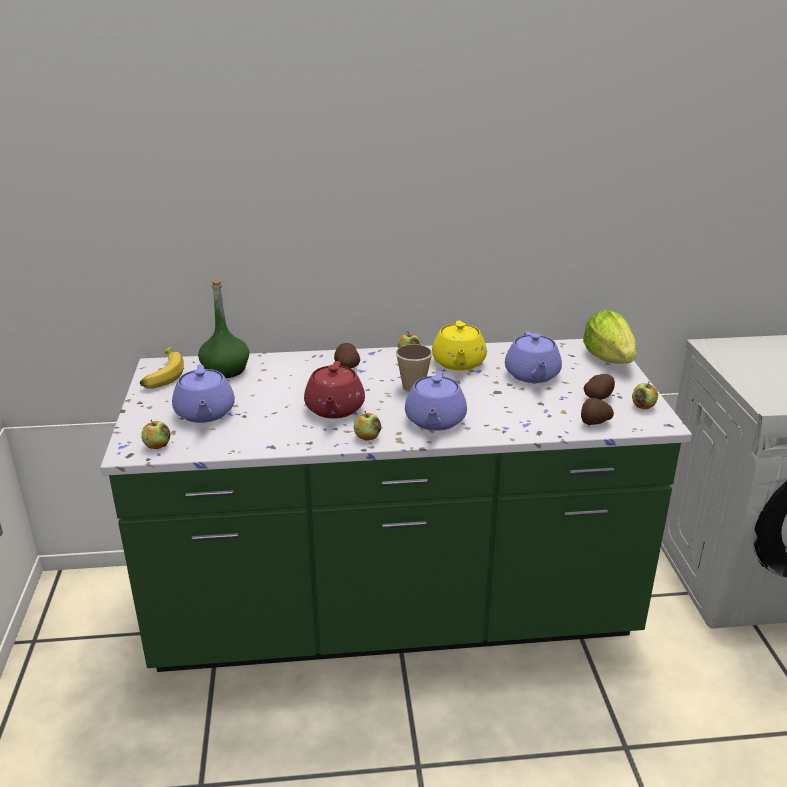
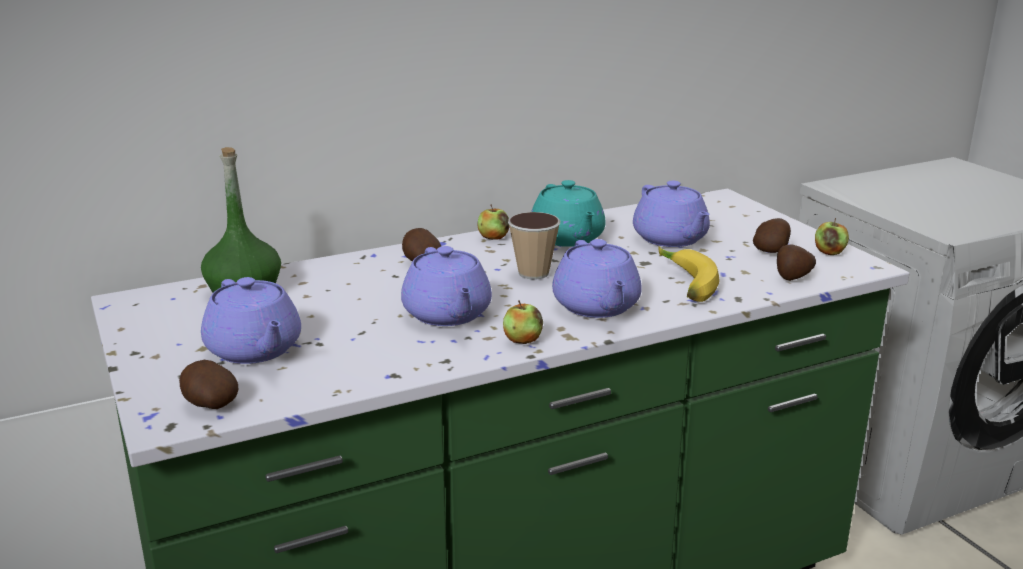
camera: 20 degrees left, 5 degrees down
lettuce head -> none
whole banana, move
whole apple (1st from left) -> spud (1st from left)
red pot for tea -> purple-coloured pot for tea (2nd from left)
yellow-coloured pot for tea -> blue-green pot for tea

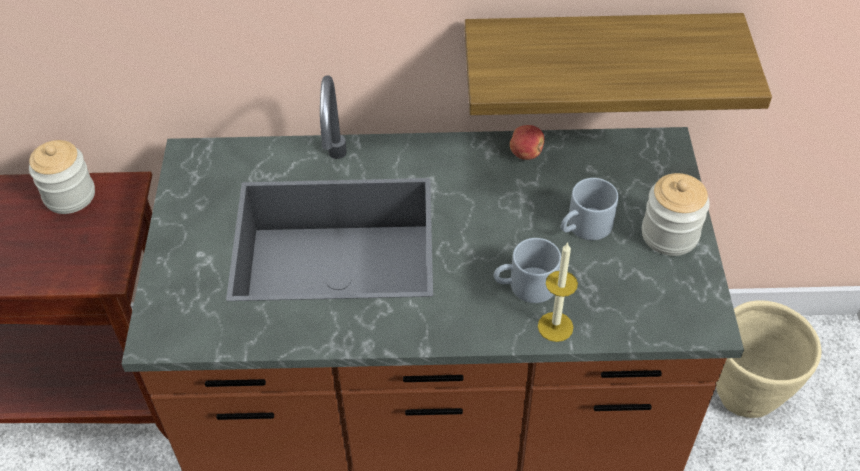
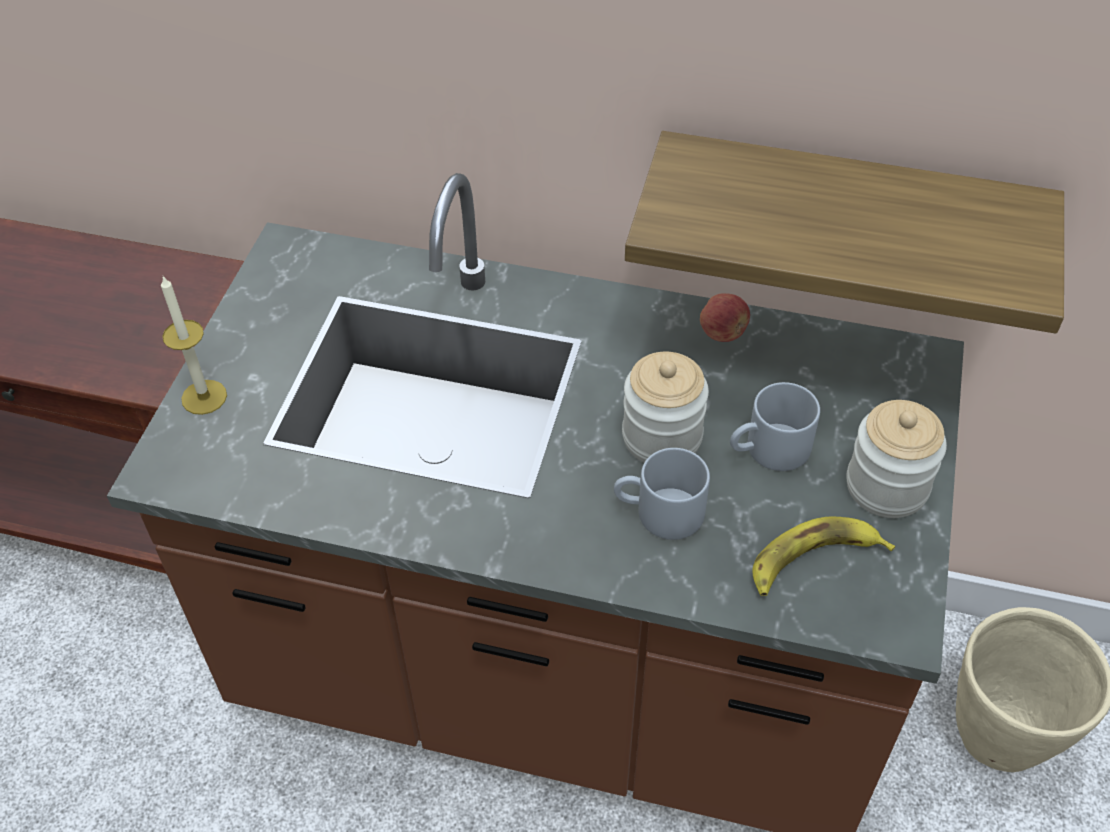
camera: 15 degrees right, 0 degrees up
none -> whole banana
jar (1st from left), move
wax candle, move

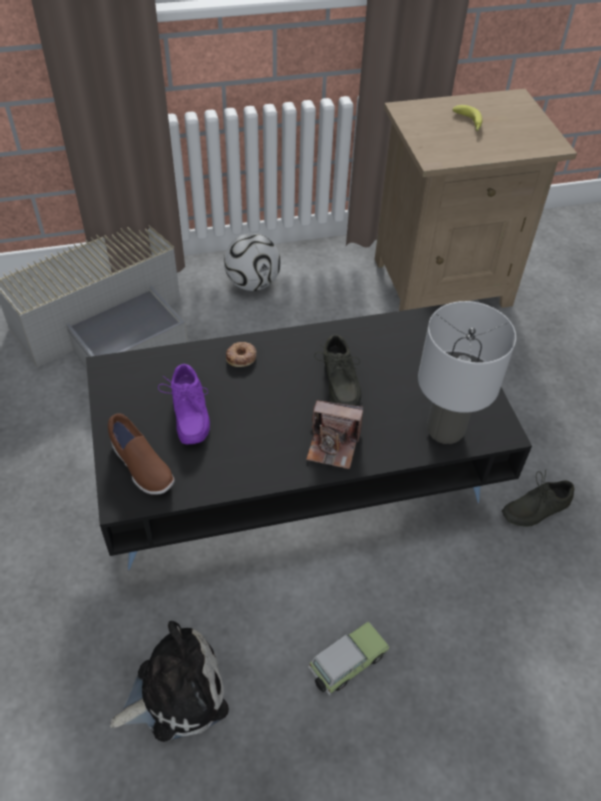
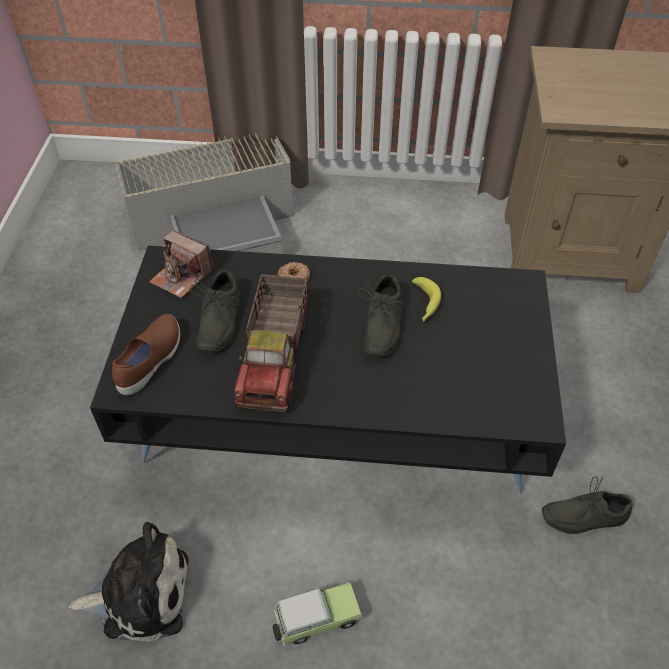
camera: 20 degrees right, 0 degrees up
ball for football -> none
whitish lamp for a table -> none
none -> toy truck
still camera, move
whole banana, move
purple-coloured item of footwear -> grey item of footwear (1st from left)
brown item of footwear, 135 degrees counterclockwise

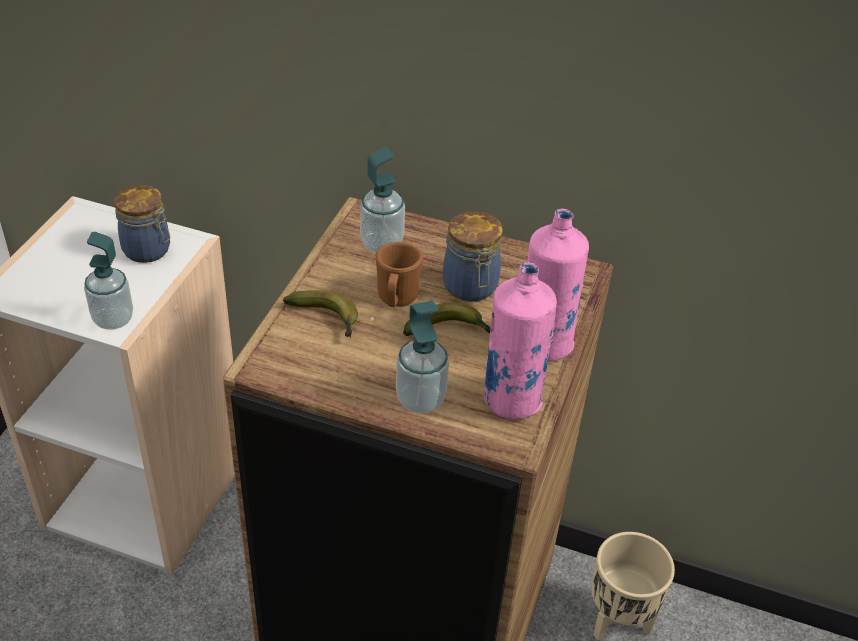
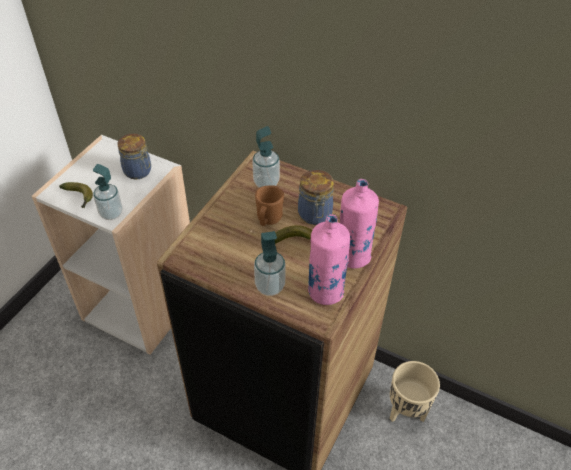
camera: 10 degrees right, 5 degrees up
whole banana (1st from left), move

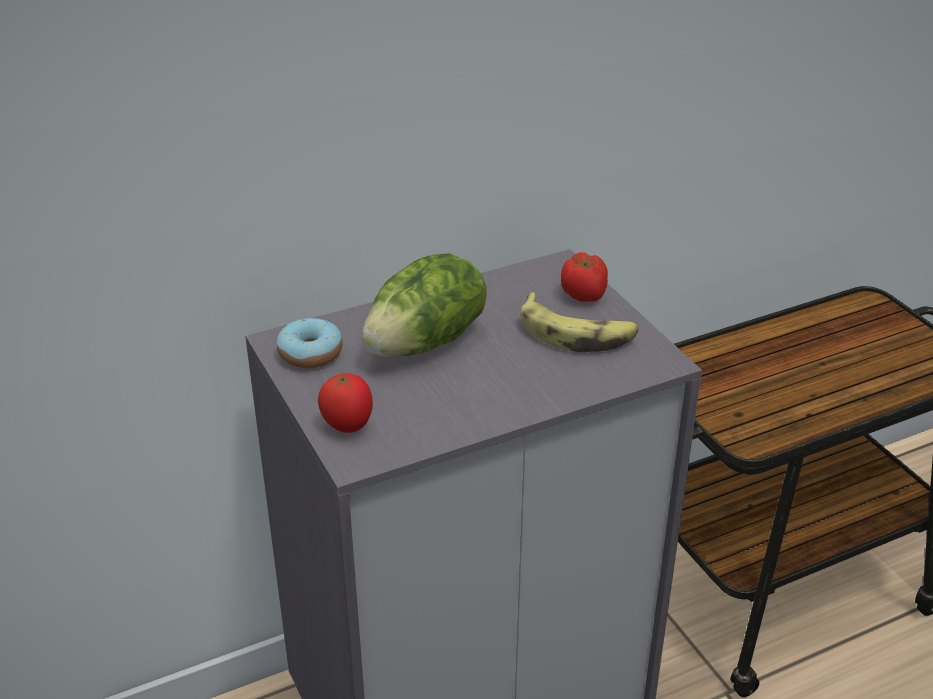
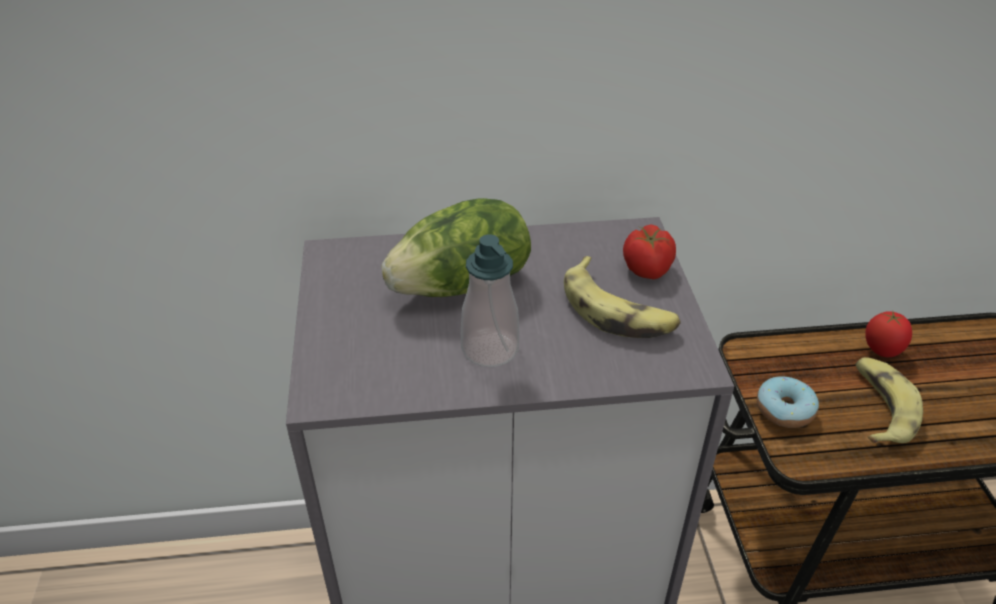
camera: 20 degrees right, 5 degrees up
none -> liquid soap bottle
none -> whole banana (2nd from left)
doughnut, move
fresh tomato (1st from left in the first image) -> fresh tomato (2nd from left), move

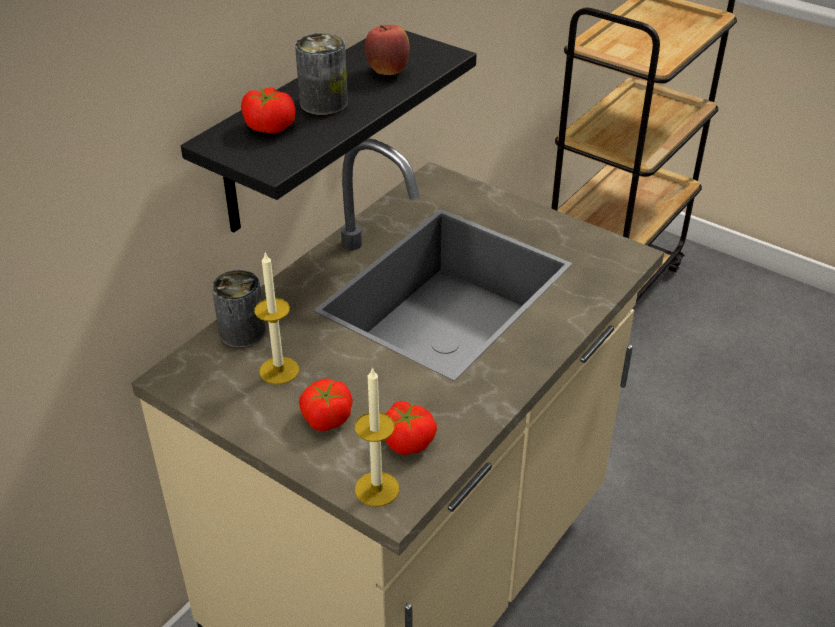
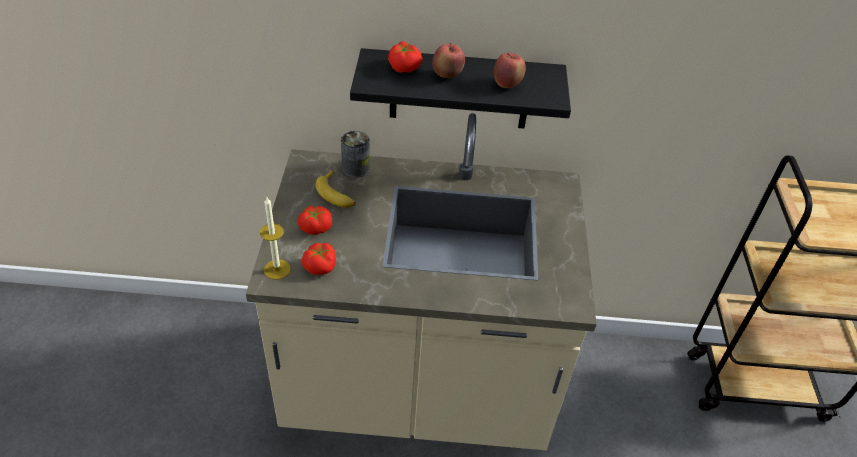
camera: 55 degrees right, 5 degrees up
wax candle (1st from left) -> whole banana
metal can (2nd from left) -> whole apple (1st from left)

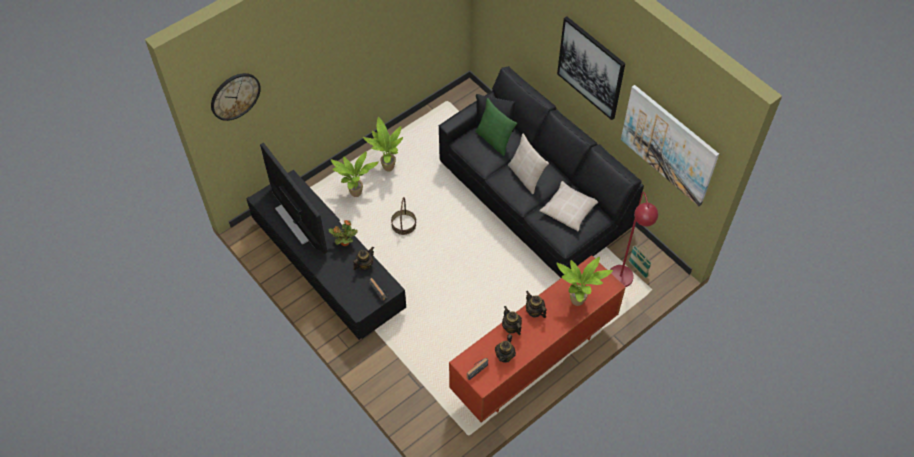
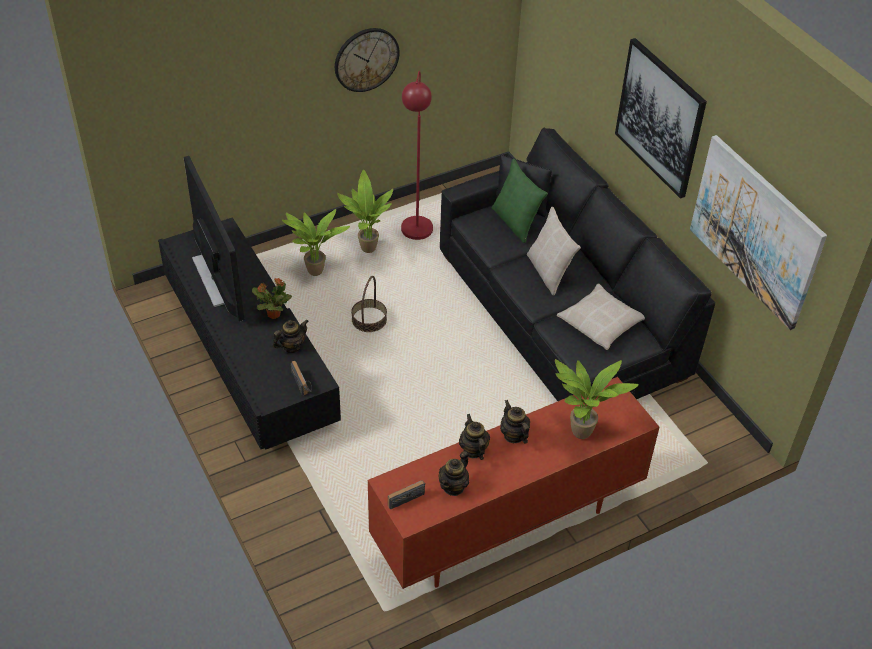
camera: 10 degrees right, 10 degrees down
basket (2nd from left) -> none
wall clock, move
red floor lamp, move

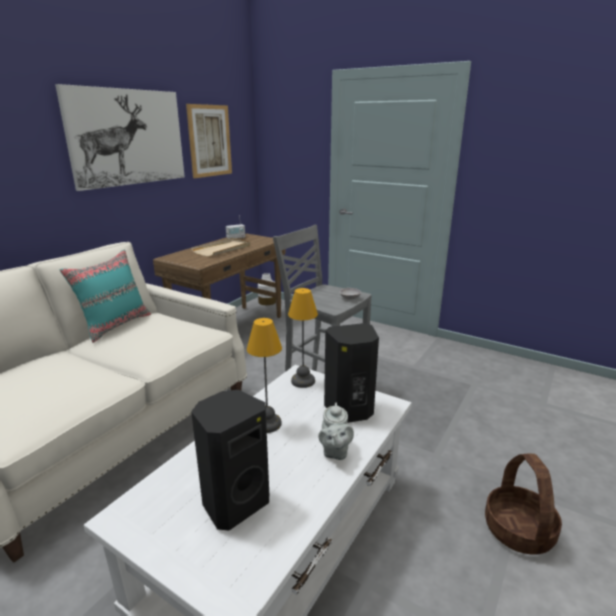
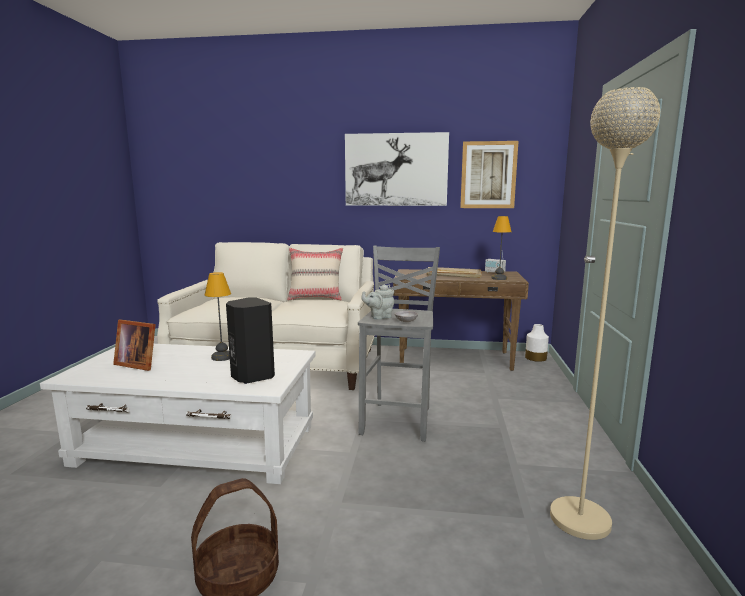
camera: 65 degrees right, 10 degrees down
none -> sand-coloured floor lamp
lamp for a table (2nd from left), move
grey pot for tea, move
blackish speaker (1st from left) -> picture frame
blue-green cushion -> sand-coloured cushion

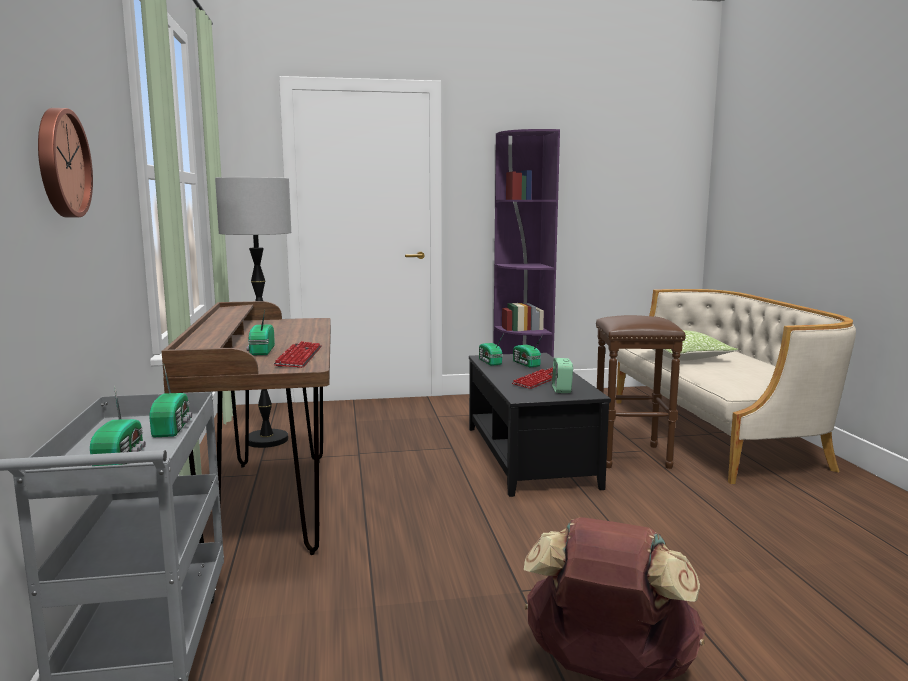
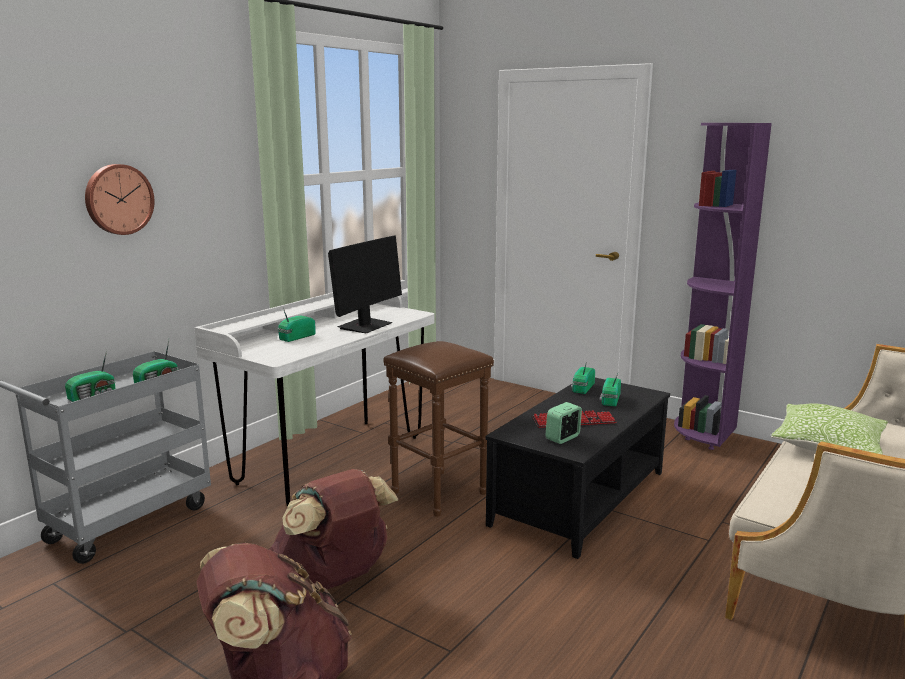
camera: 45 degrees right, 5 degrees up
floor lamp -> none
PC keyboard (1st from left) -> none
none -> brown rucksack (2nd from left)
none -> monitor
brown sitting stool, move
brown desk -> whitish desk

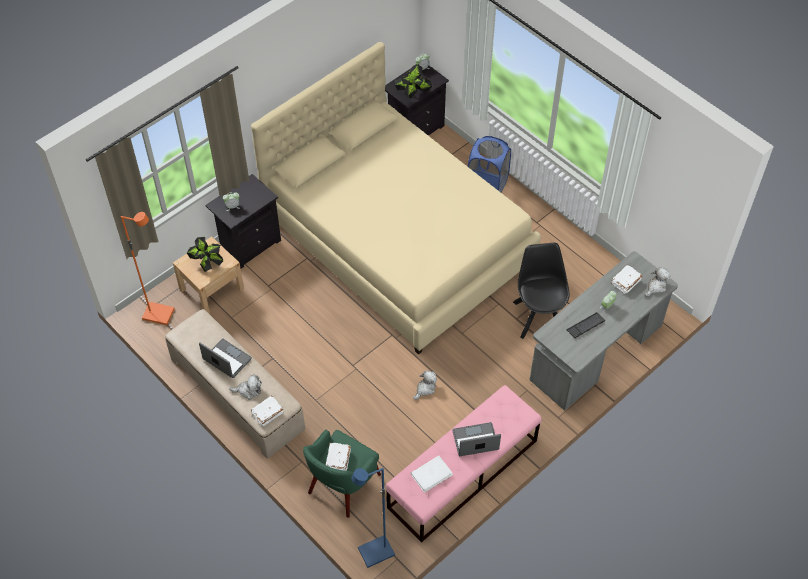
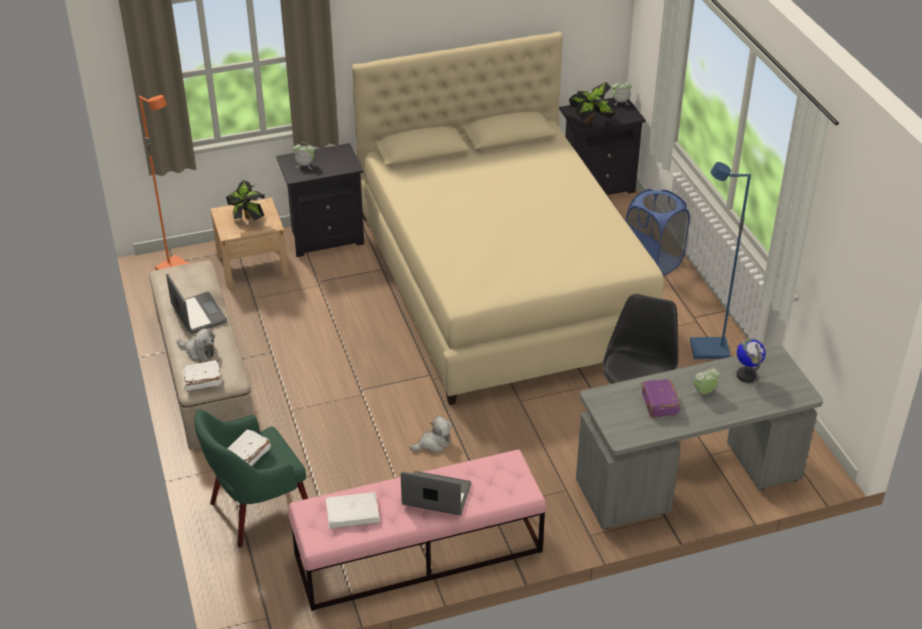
camera: 25 degrees right, 15 degrees down
cuddly toy (3rd from left) -> none
blue floor lamp, move
PC keyboard -> purple-coloured volume
whitish volume (4th from left) -> world globe

